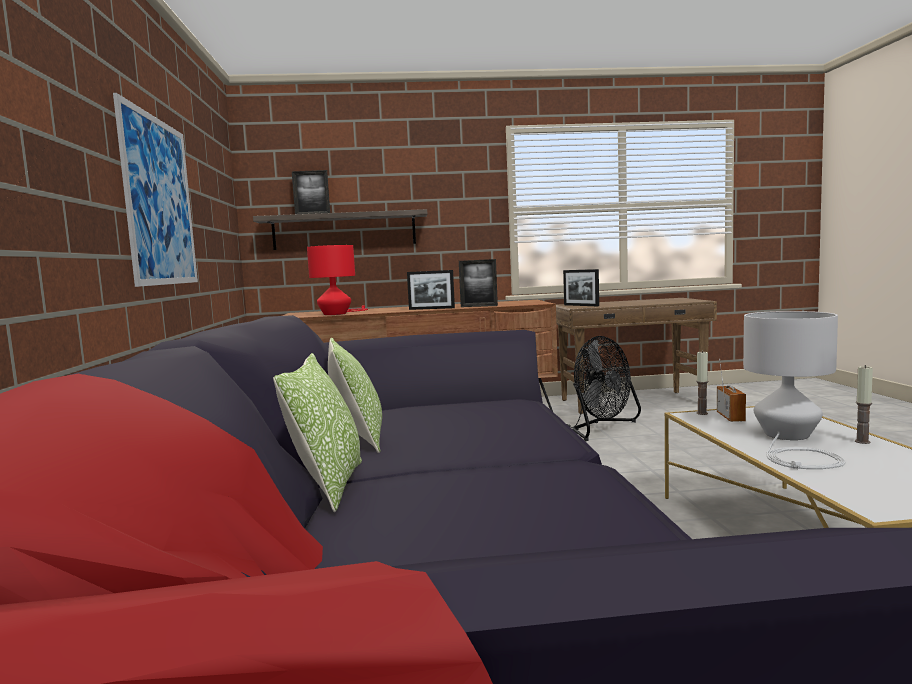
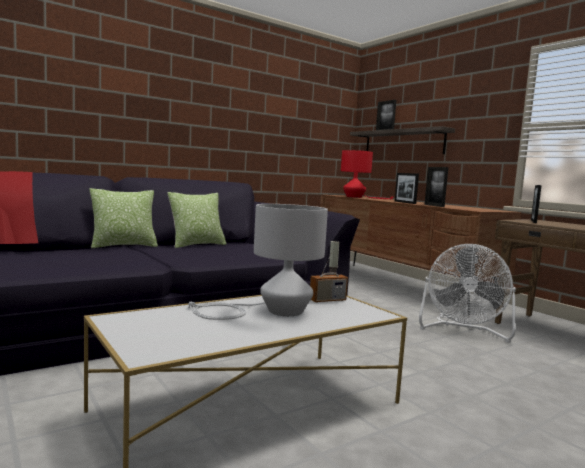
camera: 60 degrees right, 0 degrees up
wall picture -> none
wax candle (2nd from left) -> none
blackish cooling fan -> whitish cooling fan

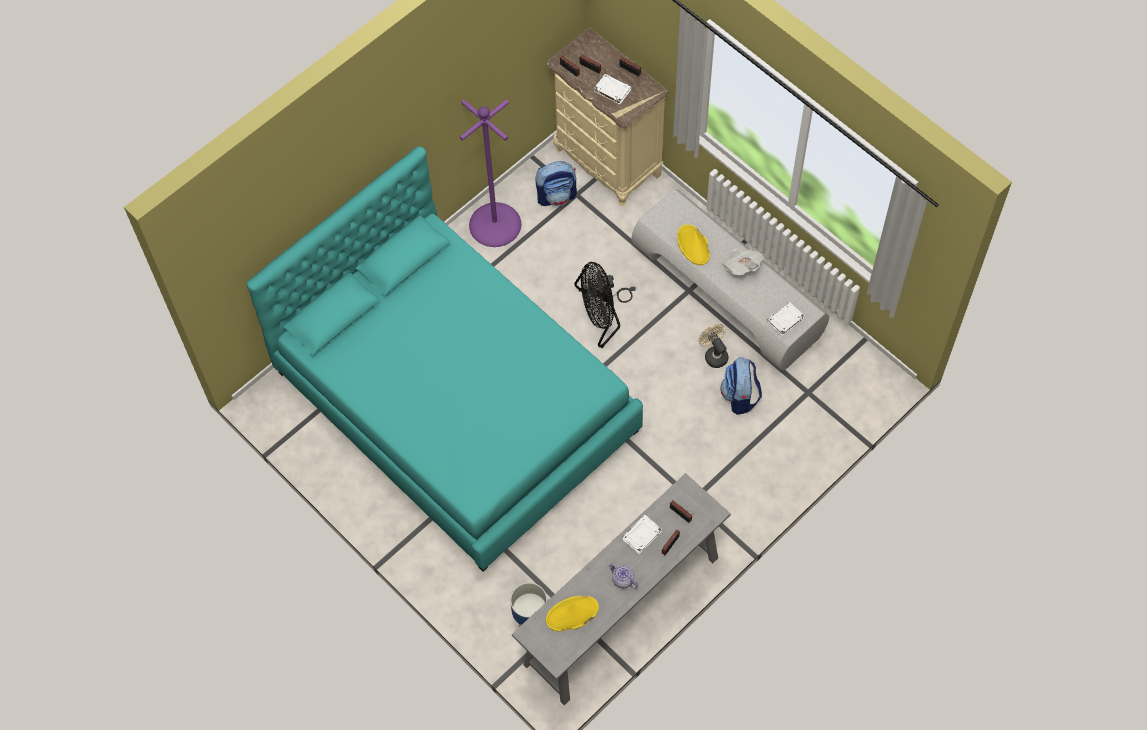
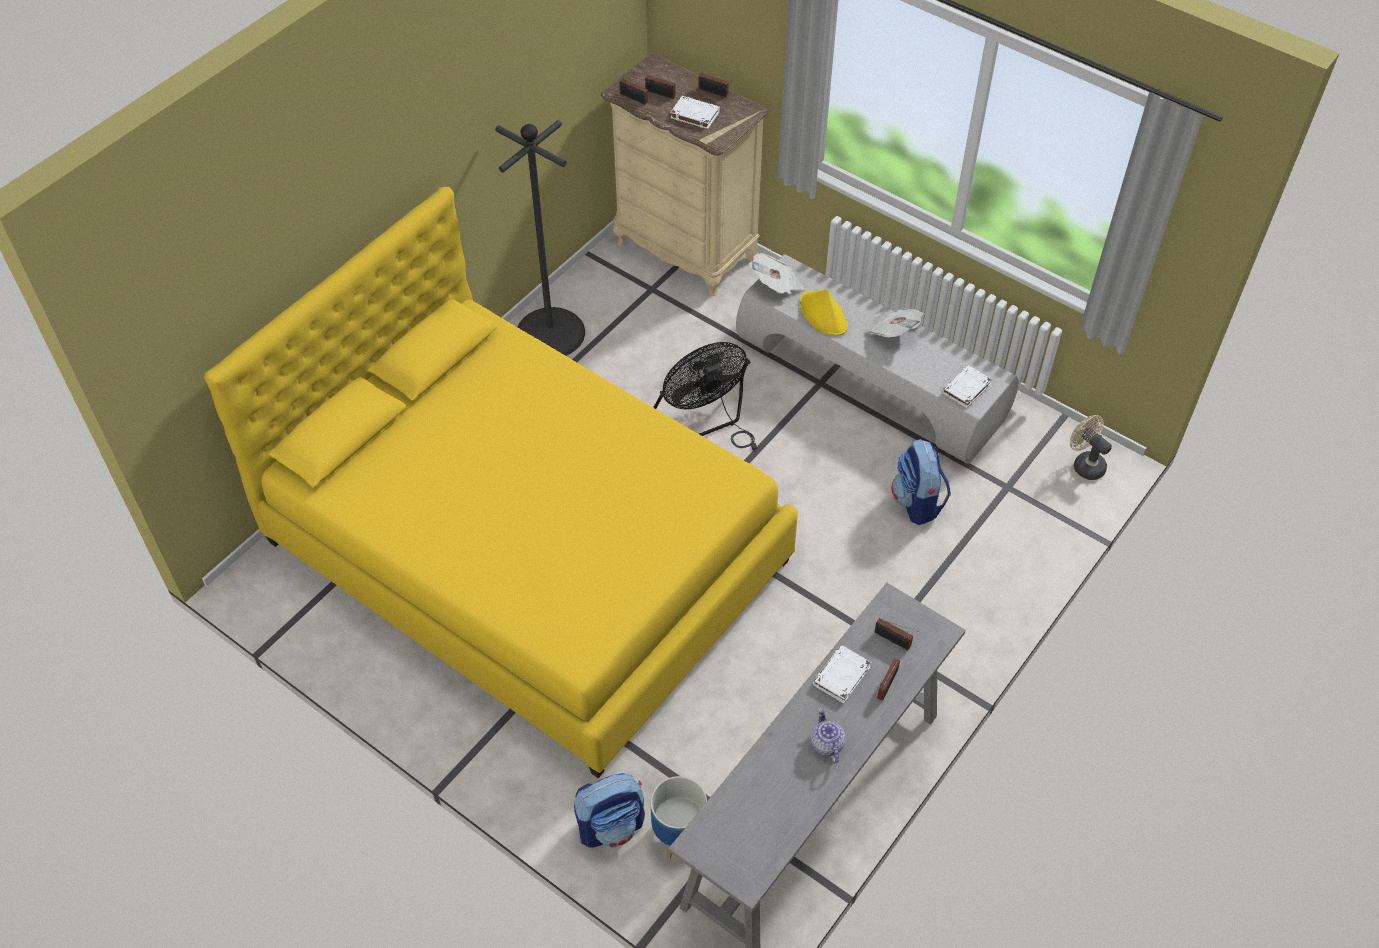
camera: 10 degrees left, 10 degrees down
yellow-coloured hat (1st from left) -> none
none -> printed paper (1st from left)
rucksack (1st from left), move
sand-coloured cooling fan, move
blue-green bed -> yellow-coloured bed
purple-coloured clothes rack -> blackish clothes rack
blackish cooling fan, 90 degrees clockwise
pot for tea, 45 degrees clockwise

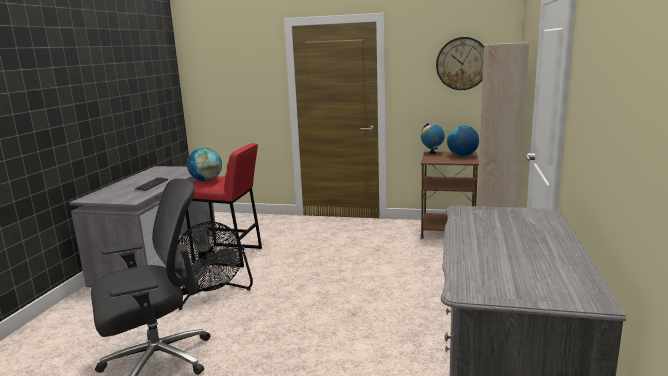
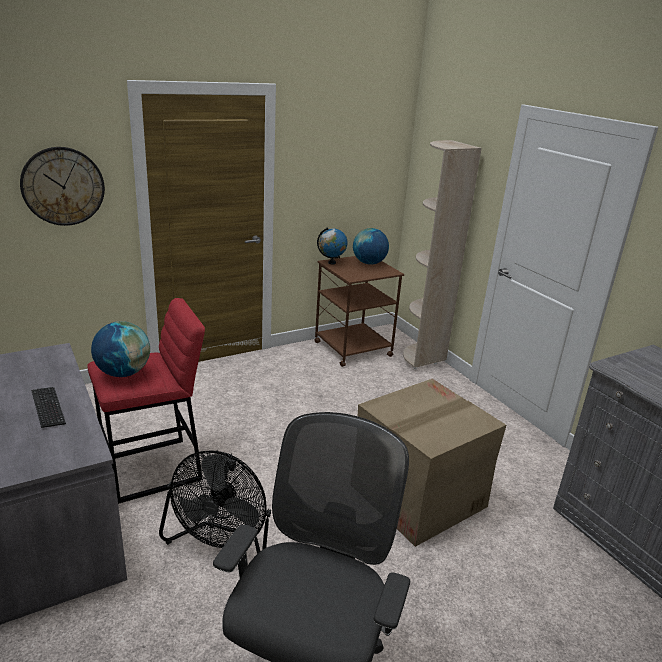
camera: 45 degrees left, 10 degrees up
none -> carton
wall clock, move
blackish cooling fan, 90 degrees clockwise

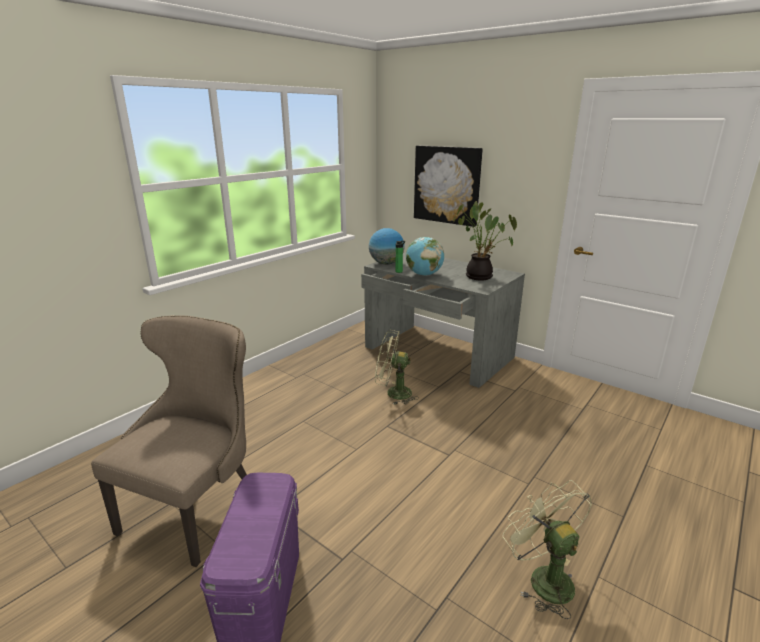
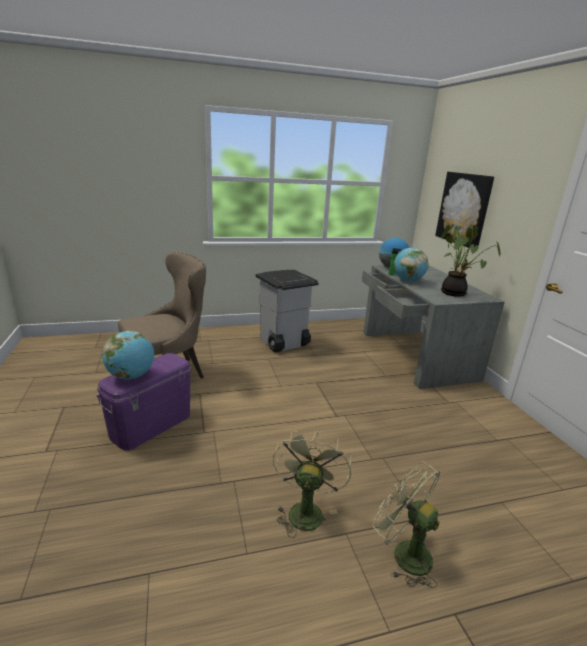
camera: 35 degrees right, 0 degrees up
none -> world globe (1st from left)
none -> grey waste bin
green cooling fan (1st from left in the first image) -> green cooling fan (2nd from left), move

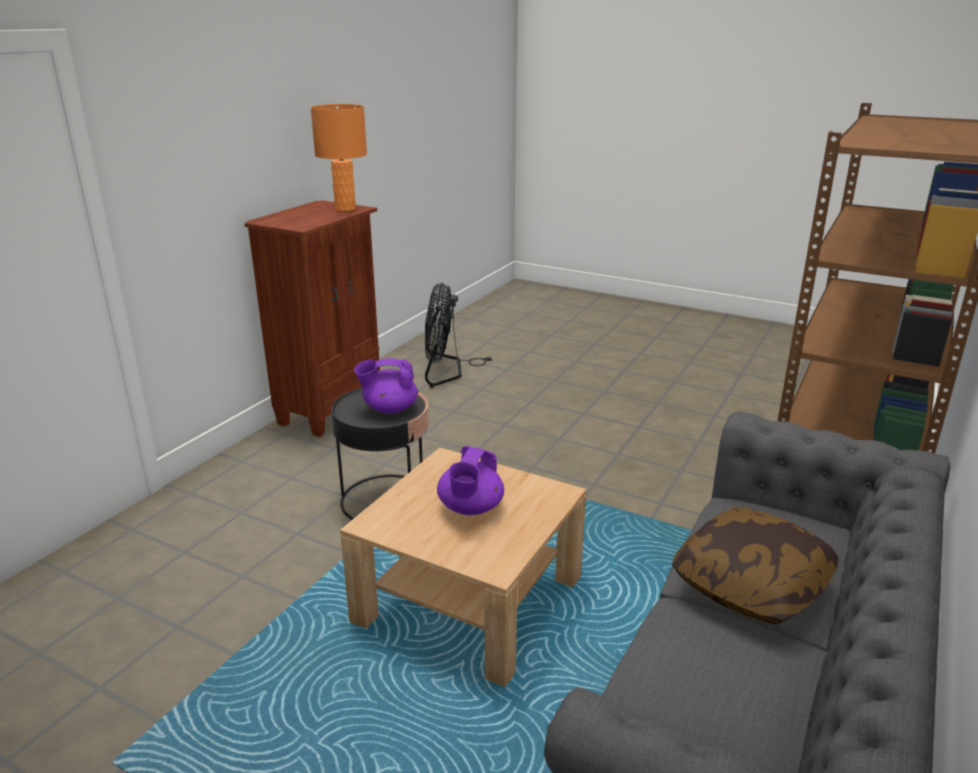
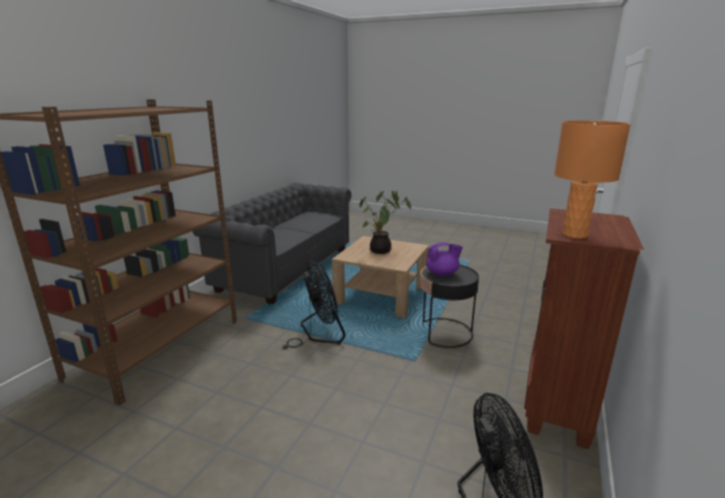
camera: 175 degrees right, 5 degrees down
cushion -> none
none -> blackish cooling fan (1st from left)
purple-coloured pot for tea (2nd from left) -> plant in a pot

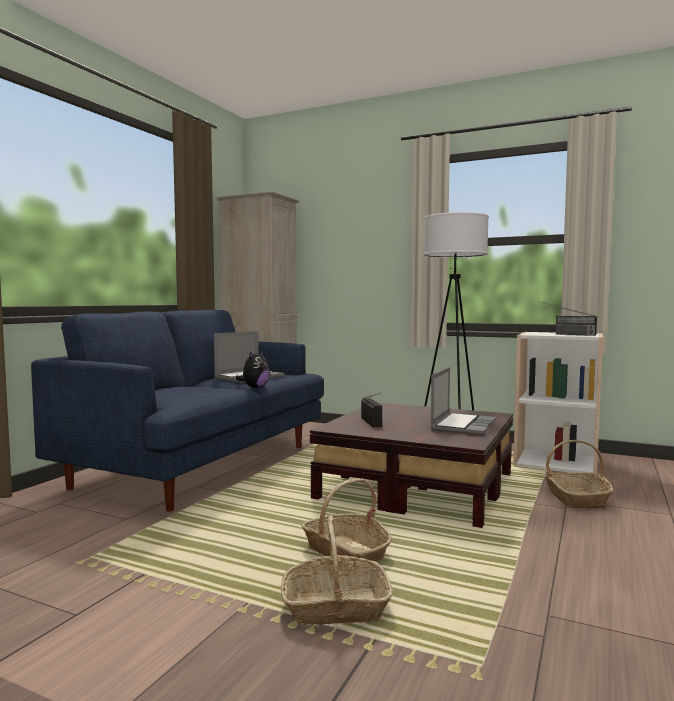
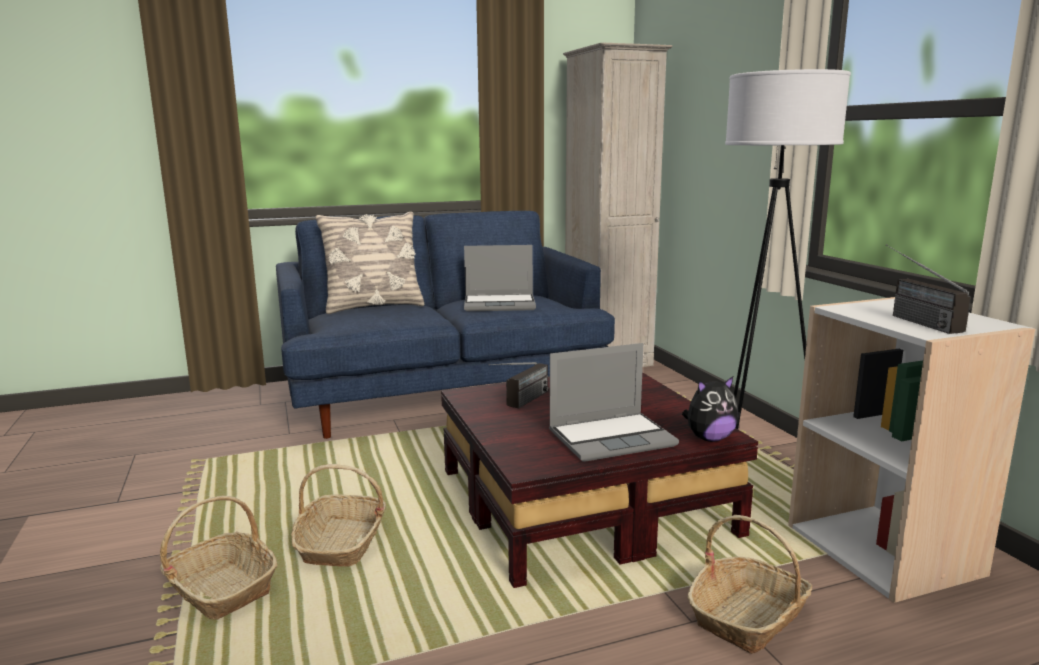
camera: 45 degrees right, 10 degrees up
none -> sand-coloured cushion
cuddly toy, move

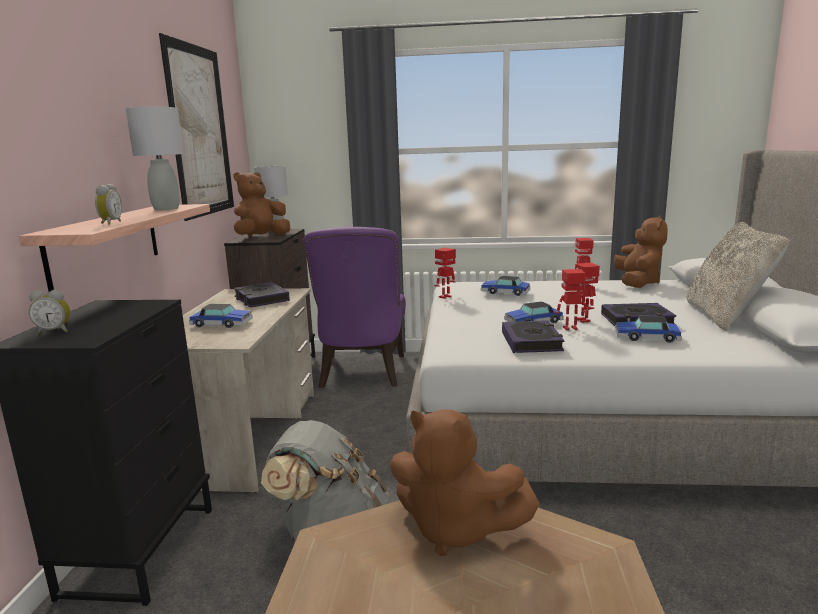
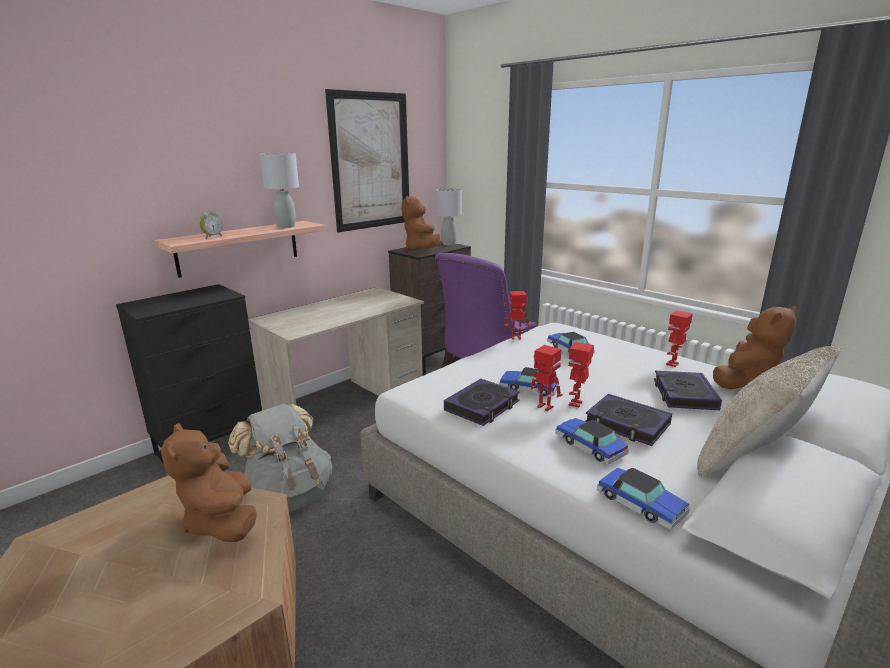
camera: 40 degrees right, 5 degrees up
table clock (1st from left) -> none
model car (1st from left in the first image) -> model car (4th from left), move
volume (1st from left in the first image) -> volume (3rd from left), move
brown cuddly toy (1st from left in the first image) -> brown cuddly toy (2nd from left), 90 degrees counterclockwise

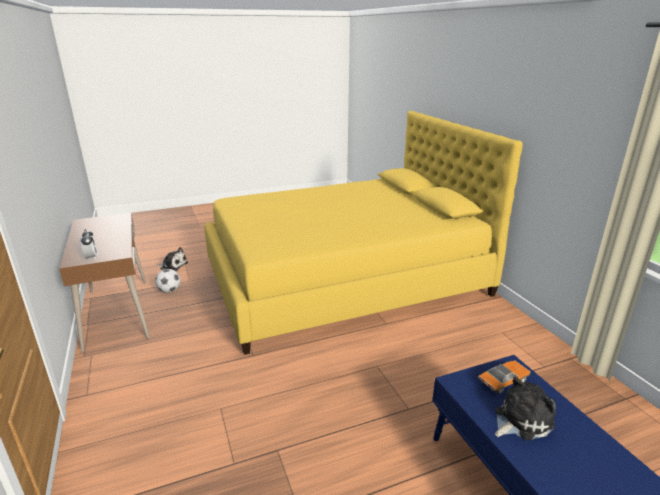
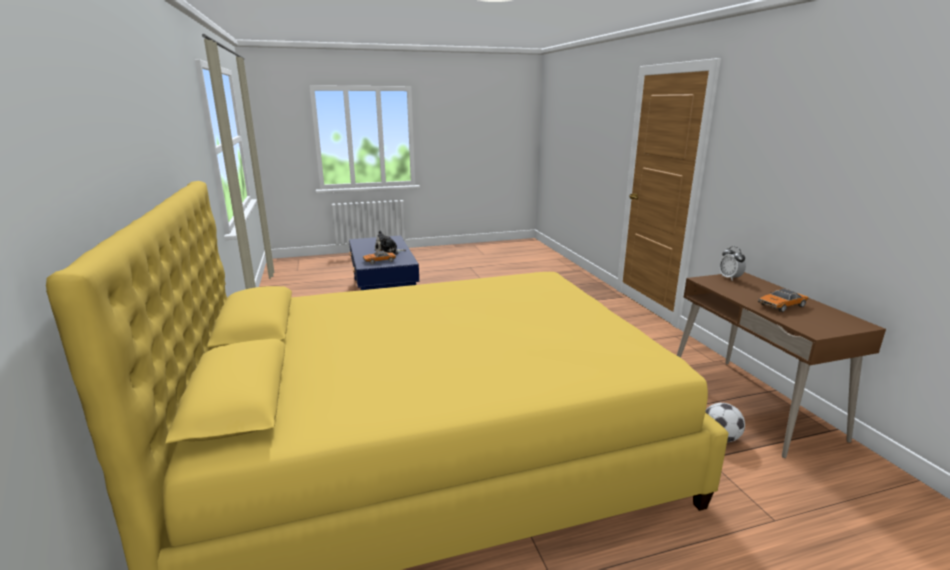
camera: 175 degrees left, 5 degrees down
cuddly toy (1st from left) -> none
none -> model car (2nd from left)

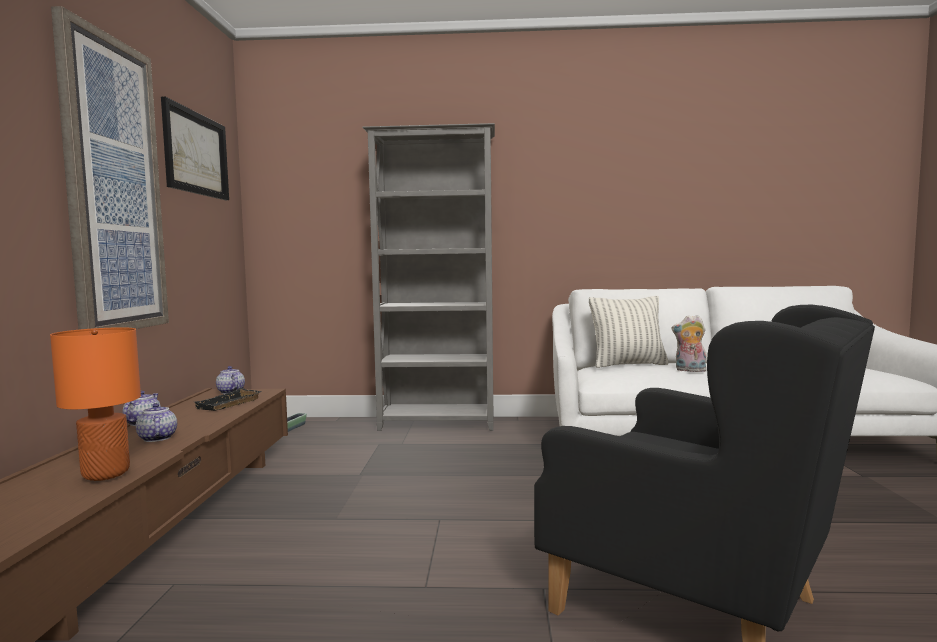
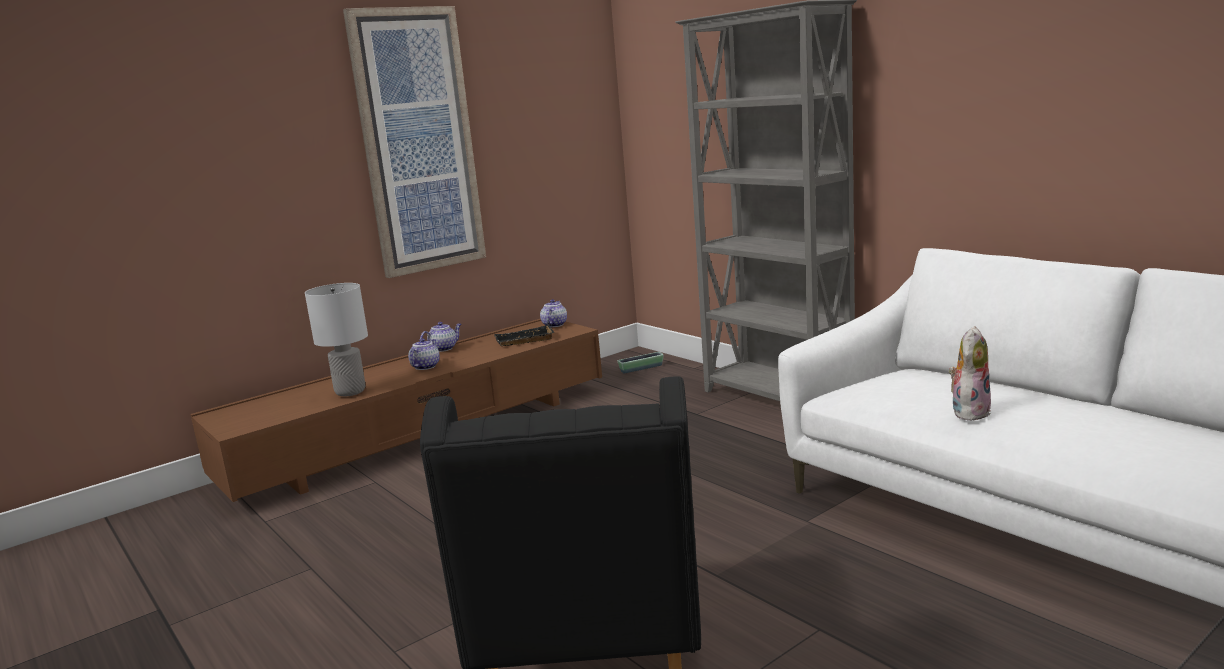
camera: 50 degrees right, 10 degrees up
wall picture (2nd from left) -> none
cushion -> none
orange lamp for a table -> grey lamp for a table
cuddly toy, 60 degrees clockwise

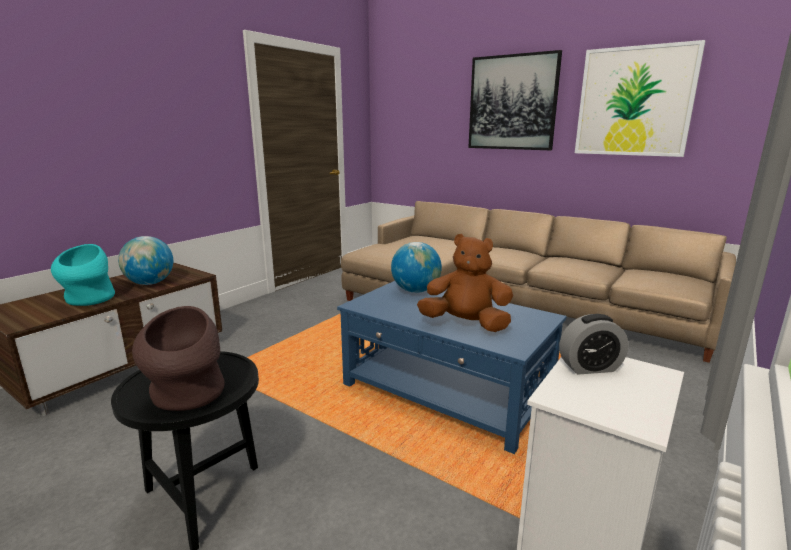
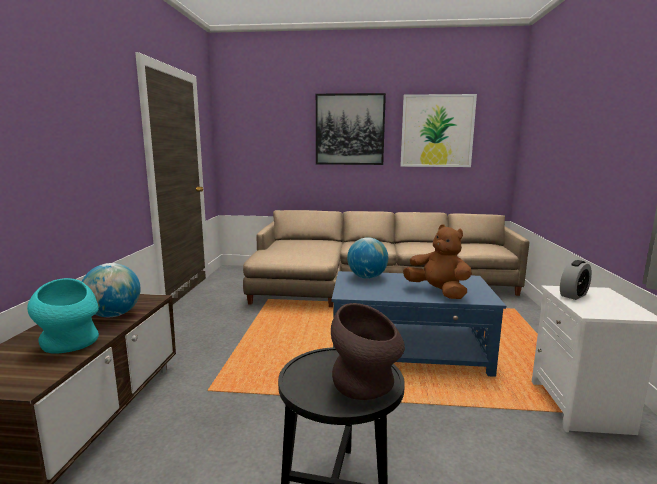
camera: 30 degrees left, 5 degrees down
brown cuddly toy, 60 degrees clockwise

